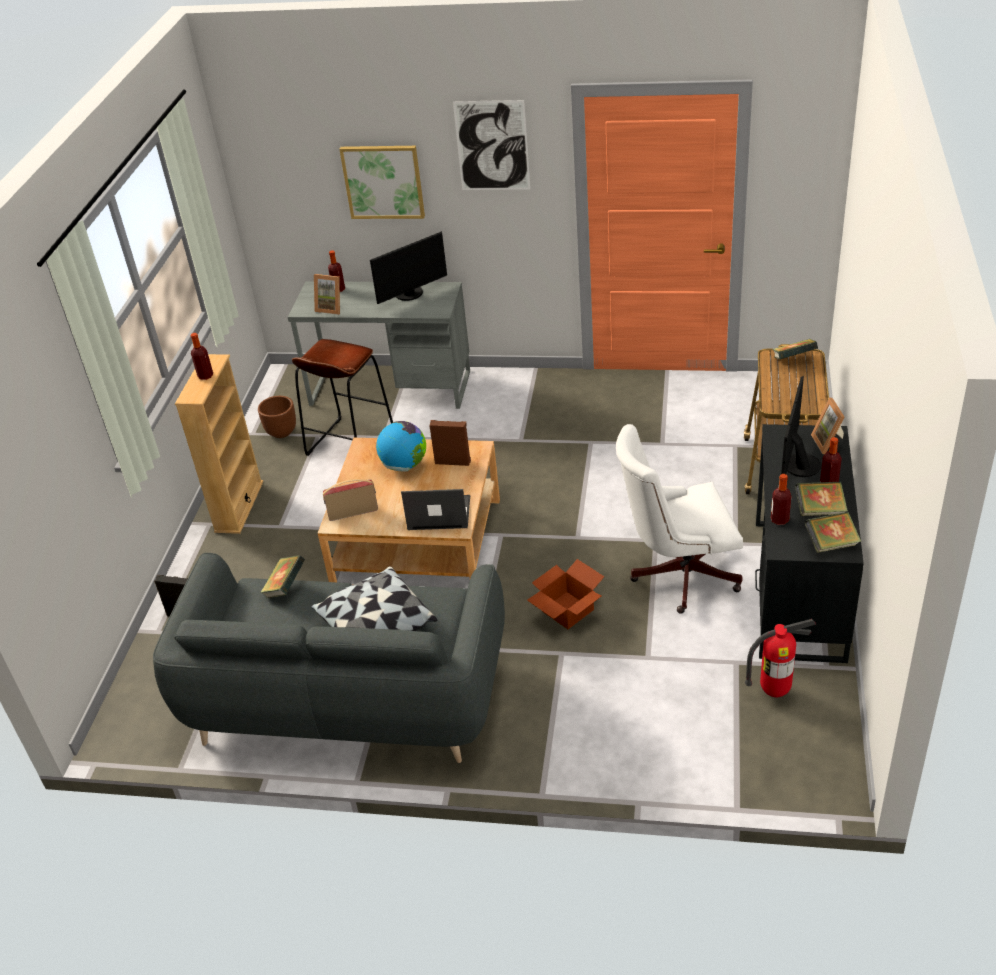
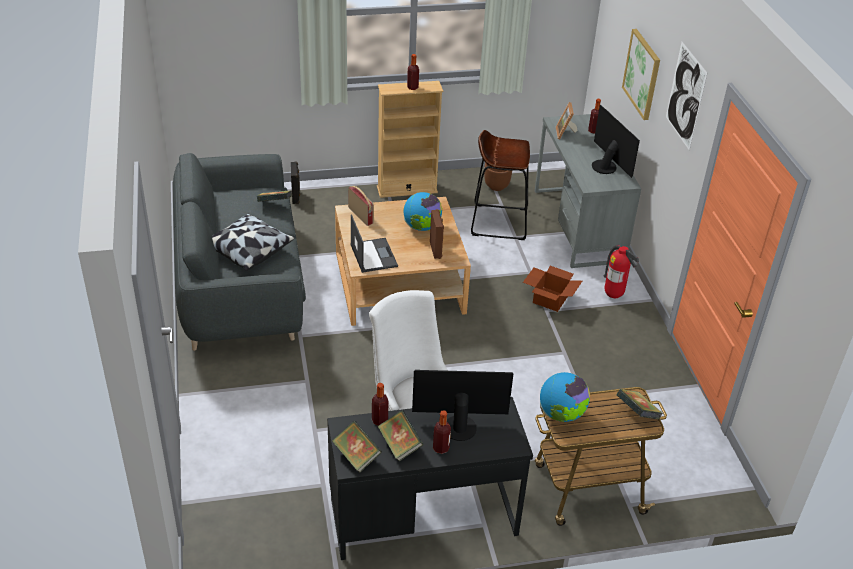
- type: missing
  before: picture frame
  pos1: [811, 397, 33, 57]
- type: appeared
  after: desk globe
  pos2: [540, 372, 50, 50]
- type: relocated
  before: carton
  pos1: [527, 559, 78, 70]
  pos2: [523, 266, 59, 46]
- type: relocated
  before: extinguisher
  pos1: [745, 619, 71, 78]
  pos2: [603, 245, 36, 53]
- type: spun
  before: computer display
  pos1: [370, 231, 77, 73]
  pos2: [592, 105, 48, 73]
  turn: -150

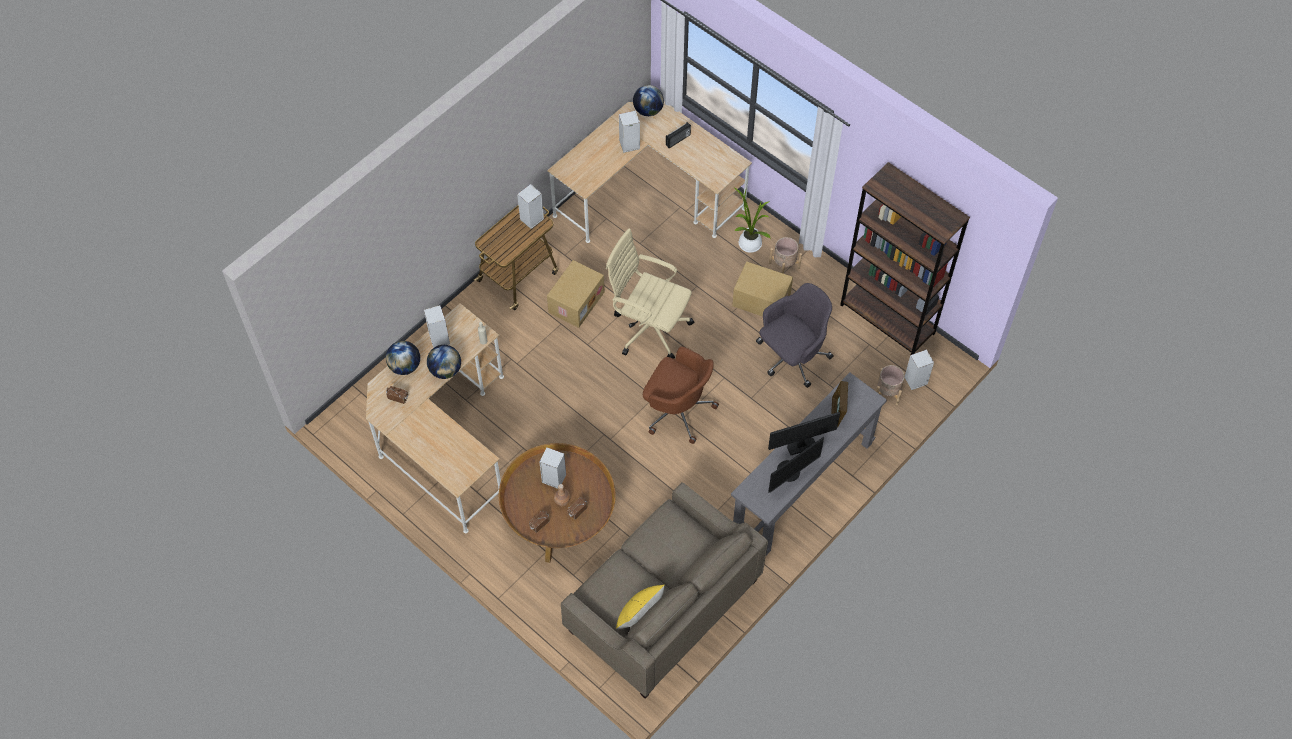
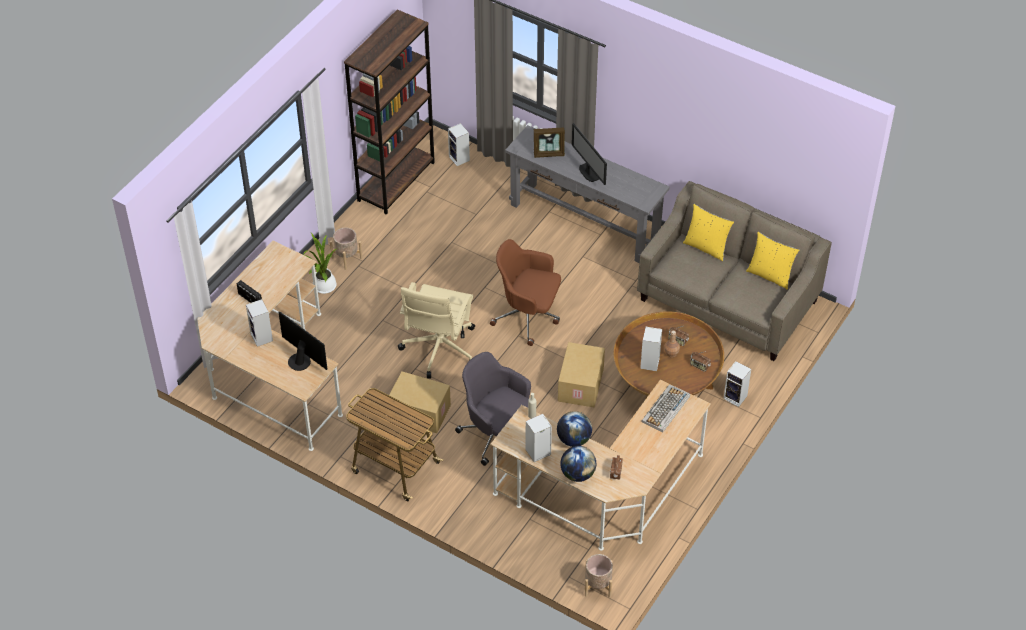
- type: missing
  before: desk globe
  pos1: [633, 85, 31, 31]
- type: appeared
  after: PC keyboard
  pos2: [641, 384, 49, 49]
- type: appeared
  after: pillow/yellowish
  pos2: [683, 204, 51, 57]
- type: relocated
  before: loudspeaker
  pos1: [517, 184, 27, 45]
  pos2: [723, 361, 28, 46]
- type: relocated
  before: carton
  pos1: [732, 261, 61, 56]
  pos2: [558, 342, 47, 65]
- type: relocated
  before: computer chair/grey
  pos1: [756, 283, 78, 105]
  pos2: [455, 352, 76, 114]
- type: relocated
  before: computer display
  pos1: [768, 436, 56, 57]
  pos2: [279, 312, 48, 59]
- type: relocated
  before: plant pot/beige
  pos1: [876, 365, 29, 40]
  pos2: [585, 554, 28, 44]
- type: spun
  before: computer chair/brown-coloured
  pos1: [643, 346, 76, 98]
  pos2: [490, 239, 71, 107]
  turn: -90

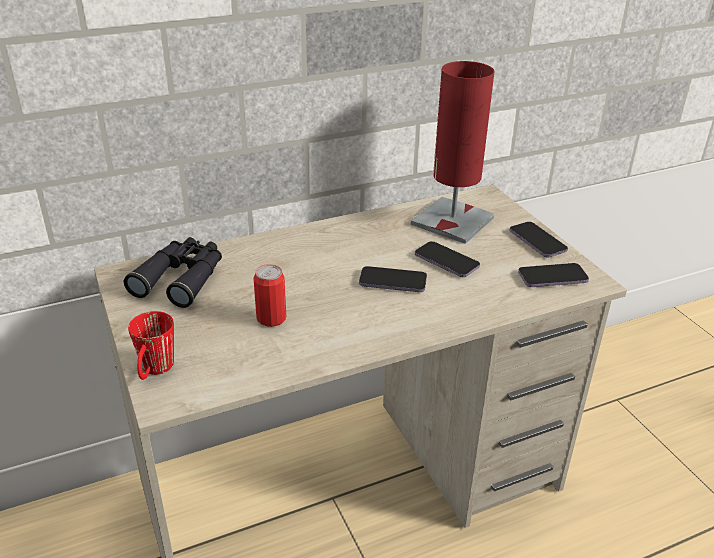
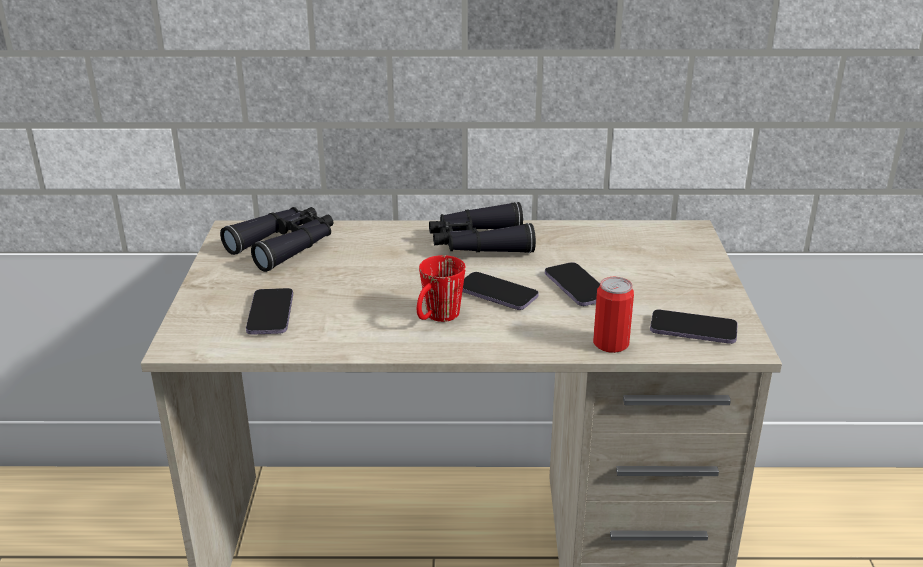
- type: missing
  before: table lamp/red-coloured
  pos1: [411, 61, 84, 183]
- type: appeared
  after: pair of binoculars/blackish
  pos2: [429, 202, 107, 51]
- type: relocated
  before: mug/red-coloured
  pos1: [128, 311, 46, 69]
  pos2: [417, 255, 49, 67]
- type: relocated
  before: metal can
  pos1: [253, 264, 33, 63]
  pos2: [593, 277, 41, 76]
- type: relocated
  before: telephone
  pos1: [510, 222, 58, 35]
  pos2: [246, 288, 47, 47]

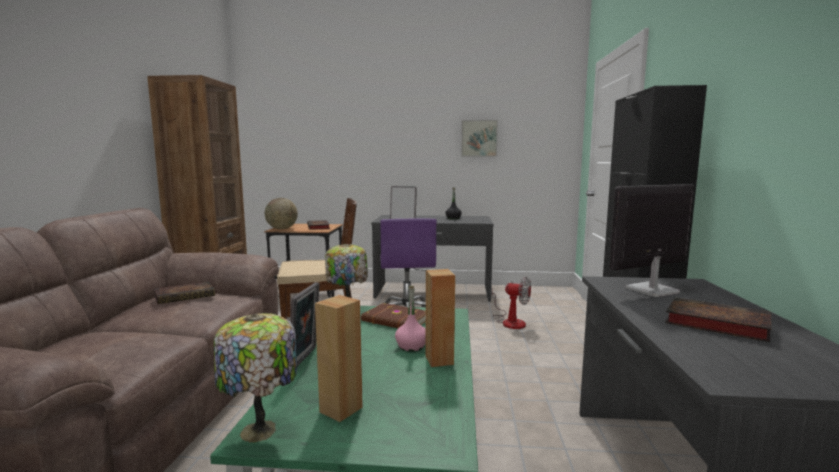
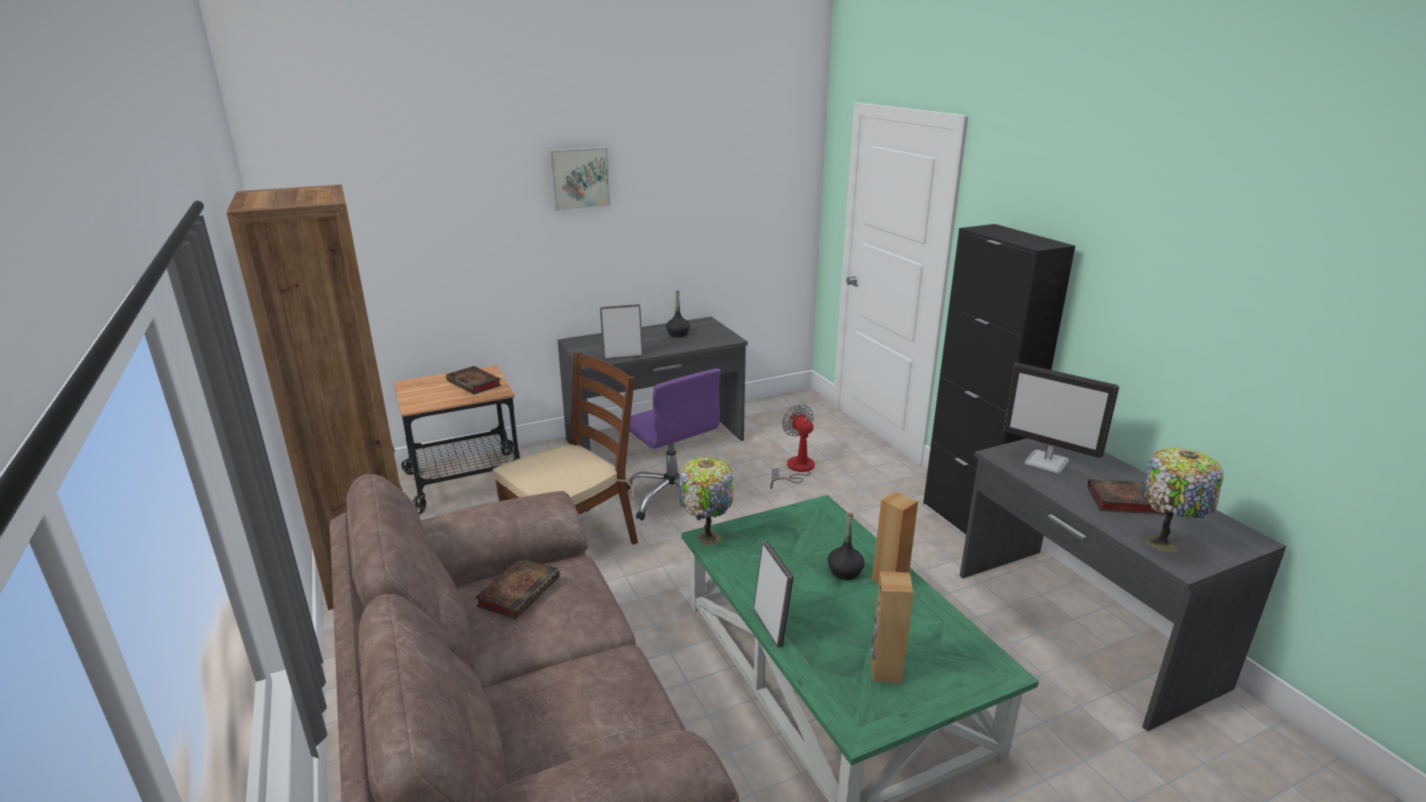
- type: missing
  before: desk globe
  pos1: [265, 198, 33, 31]
- type: missing
  before: bound book/brown-coloured
  pos1: [361, 303, 65, 25]
- type: relocated
  before: table lamp
  pos1: [214, 313, 83, 130]
  pos2: [1142, 447, 82, 105]
- type: relocated
  before: picture
  pos1: [461, 120, 37, 36]
  pos2: [549, 147, 62, 64]
- type: colour
  before: bottle/pink
  after: bottle/blackish
  pos1: [395, 286, 31, 66]
  pos2: [828, 512, 37, 68]
- type: spun
  before: cooling fan
  pos1: [491, 277, 40, 52]
  pos2: [770, 404, 45, 85]
  turn: -105
- type: spun
  before: computer display
  pos1: [609, 184, 85, 113]
  pos2: [1003, 363, 116, 111]
  turn: -90

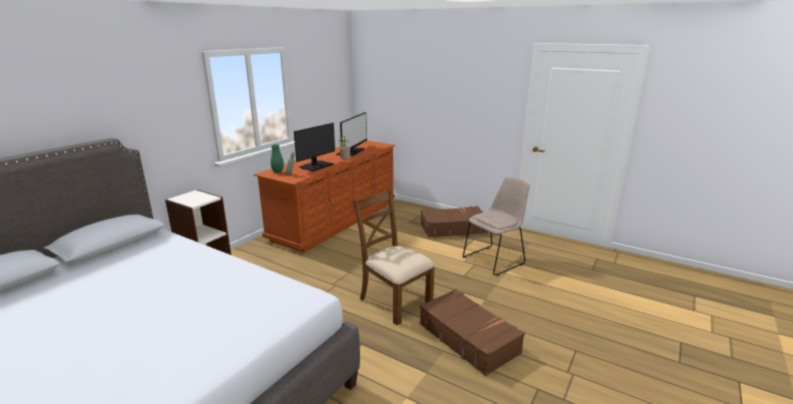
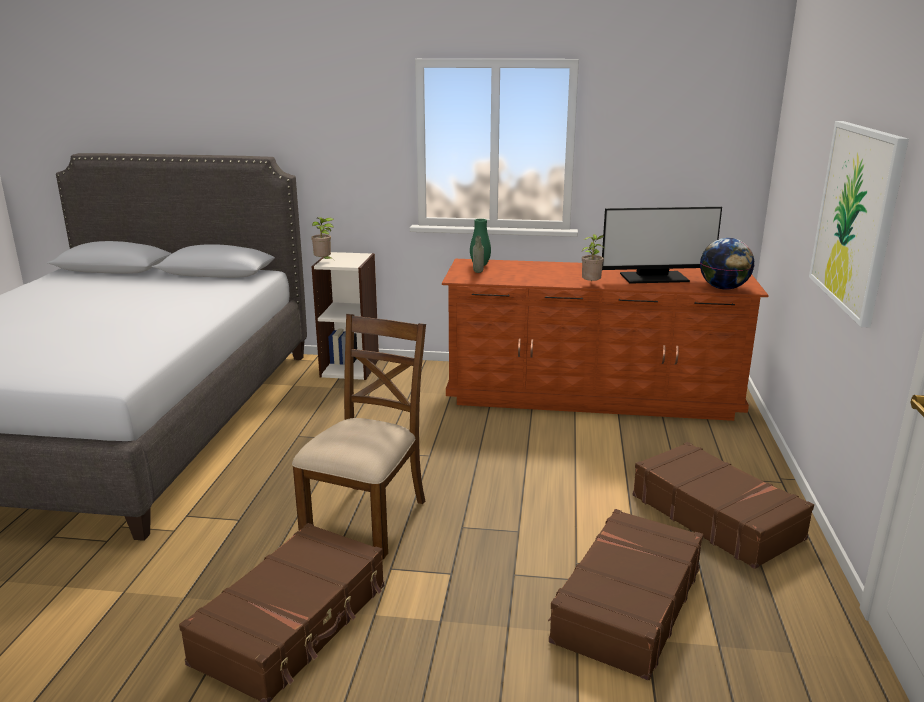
- type: missing
  before: computer display
  pos1: [294, 123, 41, 48]
- type: appeared
  after: houseplant
  pos2: [311, 217, 23, 42]
- type: appeared
  after: desk globe
  pos2: [700, 238, 54, 52]
- type: appeared
  after: picture
  pos2: [809, 121, 100, 206]
- type: exchanged
  before: plain chair/beige
  after: travel case/brown-coloured
  pos1: [463, 177, 67, 99]
  pos2: [548, 509, 155, 171]

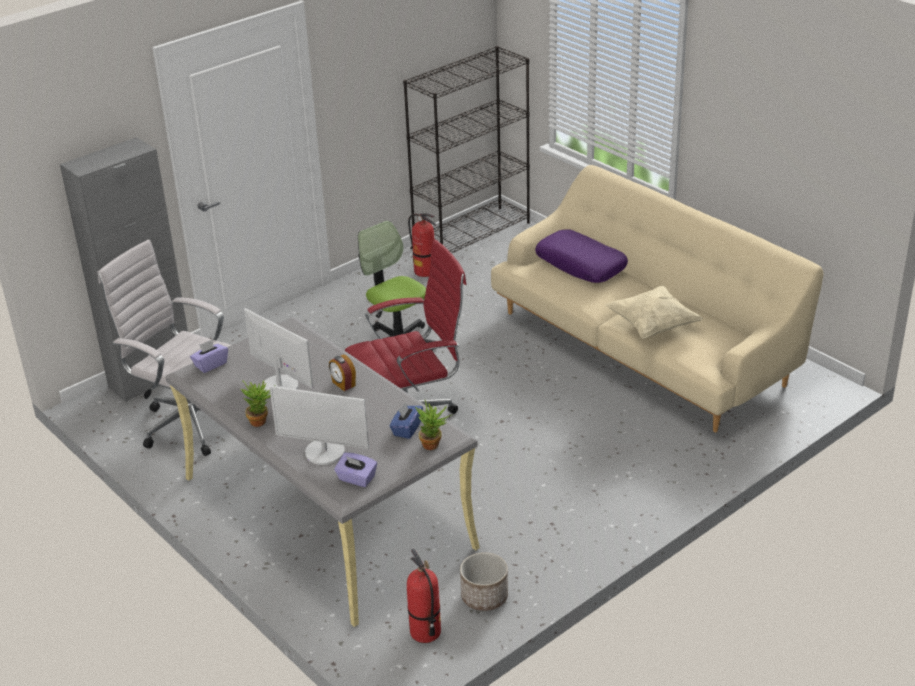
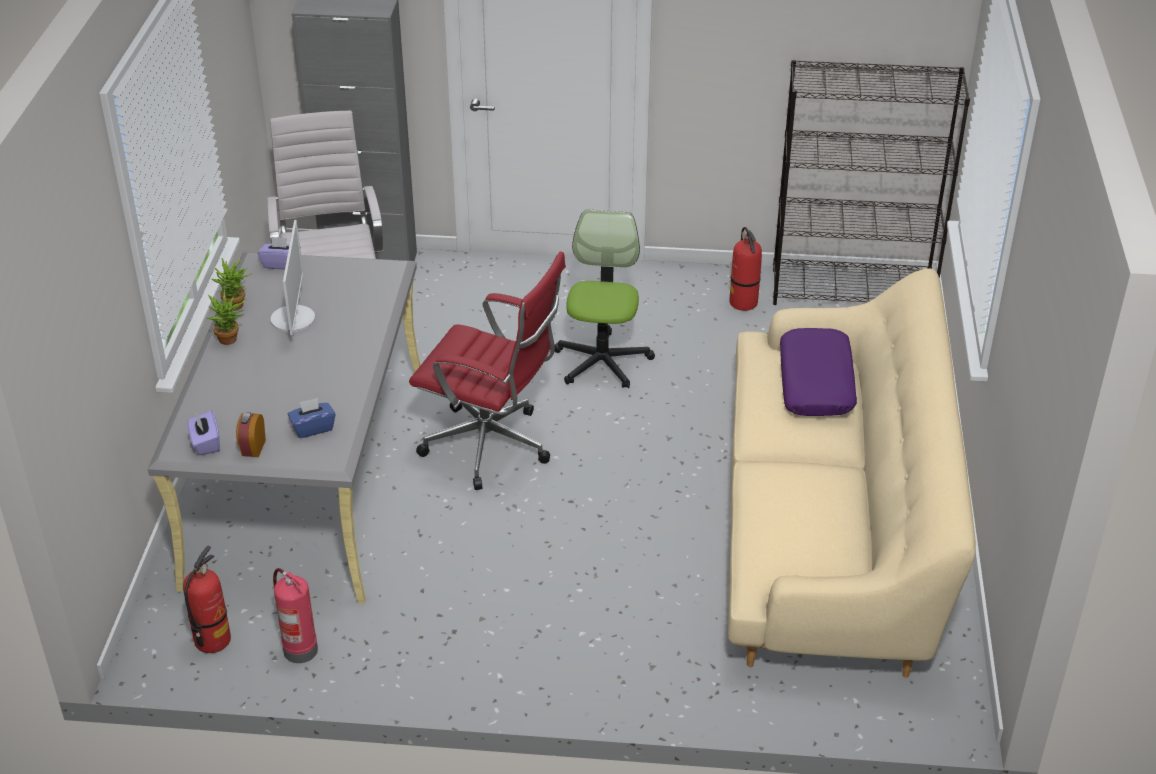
- type: missing
  before: computer display
  pos1: [269, 386, 100, 79]
- type: missing
  before: pillow/beige
  pos1: [605, 286, 99, 53]
- type: relocated
  before: bedside clock
  pos1: [329, 355, 27, 36]
  pos2: [236, 412, 30, 45]
- type: relocated
  before: houseplant
  pos1: [415, 400, 36, 50]
  pos2: [212, 257, 39, 54]
- type: exchanged
  before: plant pot
  after: extinguisher
  pos1: [460, 552, 48, 59]
  pos2: [273, 568, 45, 95]

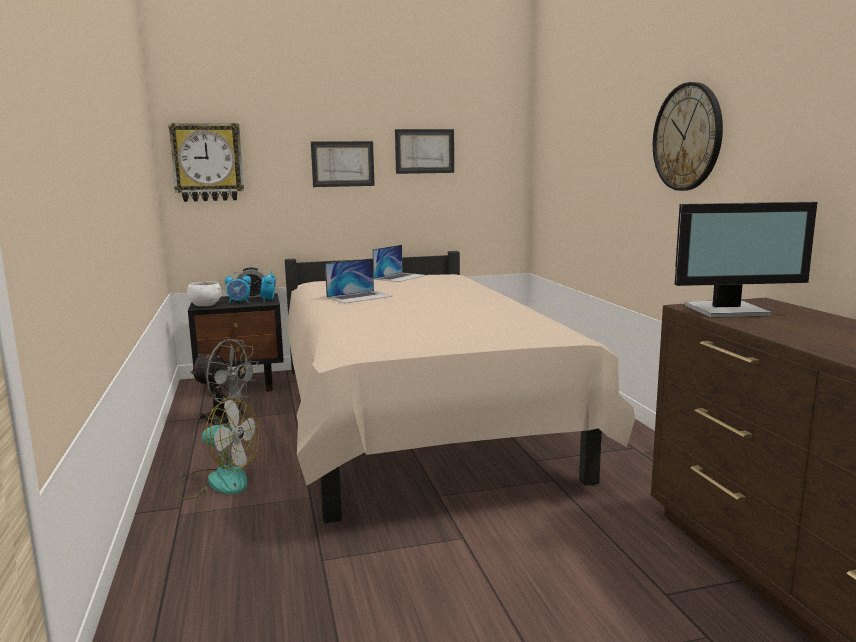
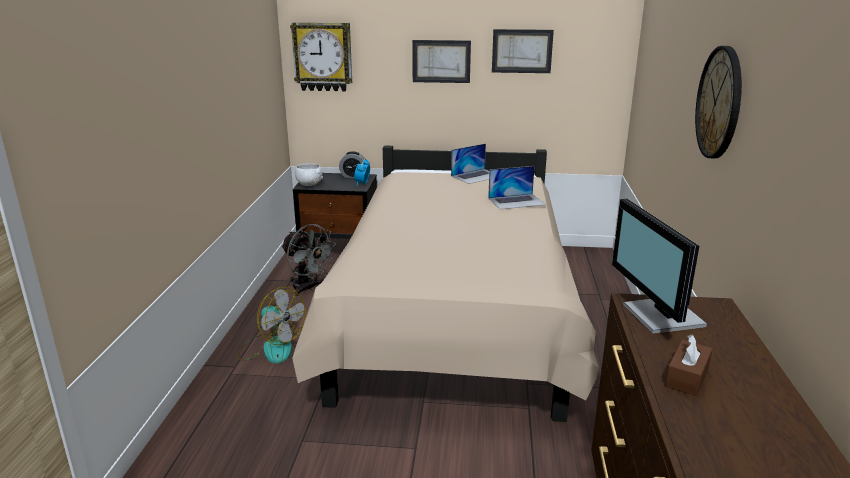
- type: missing
  before: bedside clock
  pos1: [225, 272, 26, 31]
- type: appeared
  after: tissue box/brown-coloured
  pos2: [665, 334, 47, 62]
- type: relocated
  before: laptop
  pos1: [325, 258, 68, 45]
  pos2: [488, 166, 58, 43]
- type: spun
  before: computer display
  pos1: [675, 202, 142, 116]
  pos2: [612, 199, 95, 135]
  turn: 60

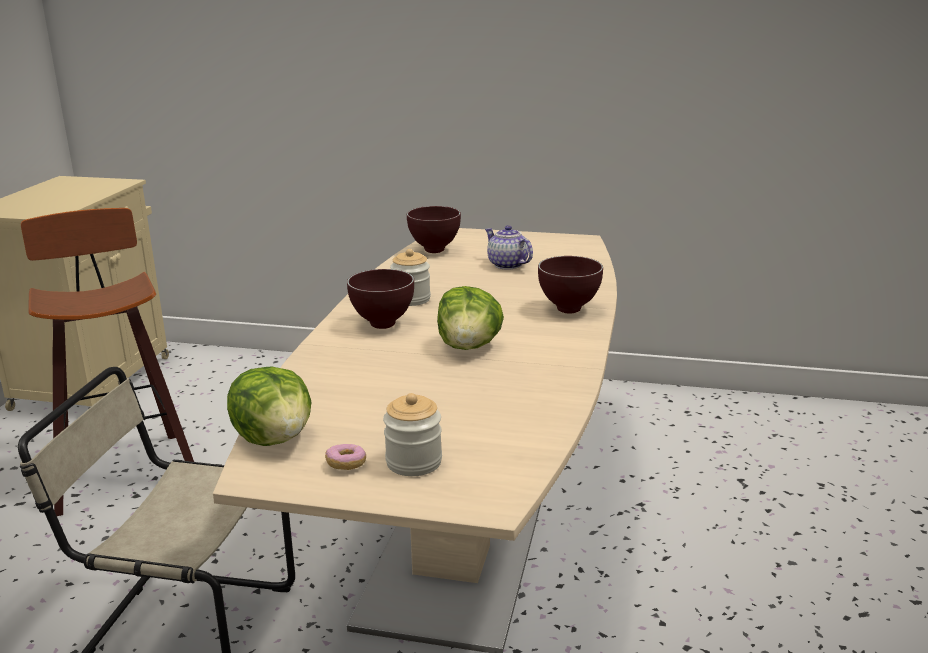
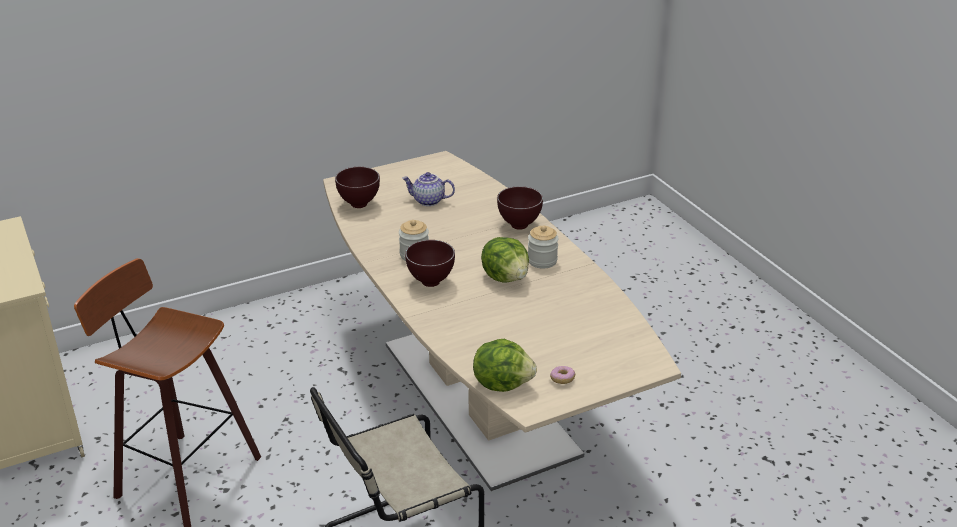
- type: relocated
  before: preserve jar
  pos1: [383, 393, 59, 83]
  pos2: [528, 226, 31, 42]

